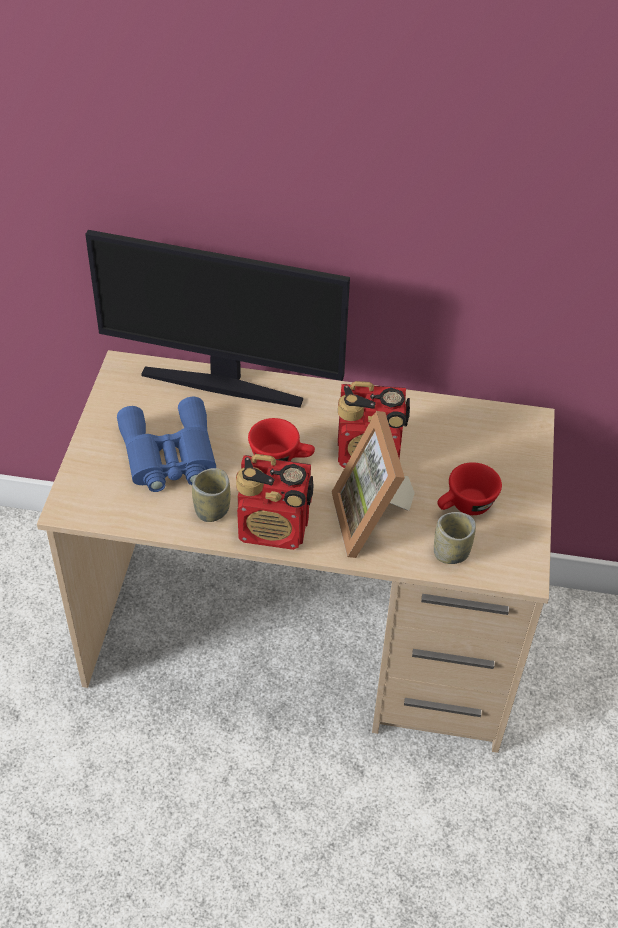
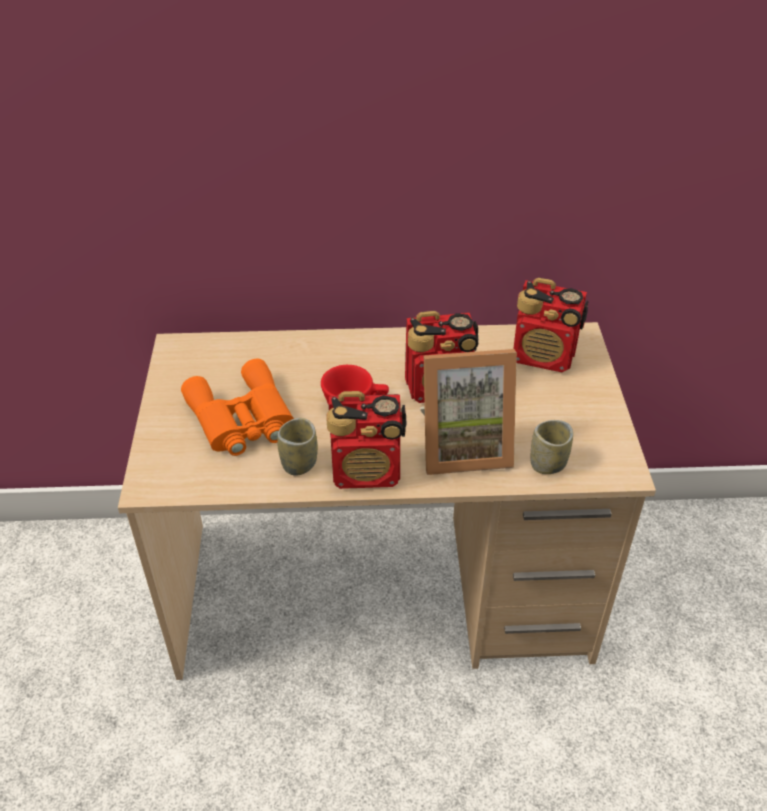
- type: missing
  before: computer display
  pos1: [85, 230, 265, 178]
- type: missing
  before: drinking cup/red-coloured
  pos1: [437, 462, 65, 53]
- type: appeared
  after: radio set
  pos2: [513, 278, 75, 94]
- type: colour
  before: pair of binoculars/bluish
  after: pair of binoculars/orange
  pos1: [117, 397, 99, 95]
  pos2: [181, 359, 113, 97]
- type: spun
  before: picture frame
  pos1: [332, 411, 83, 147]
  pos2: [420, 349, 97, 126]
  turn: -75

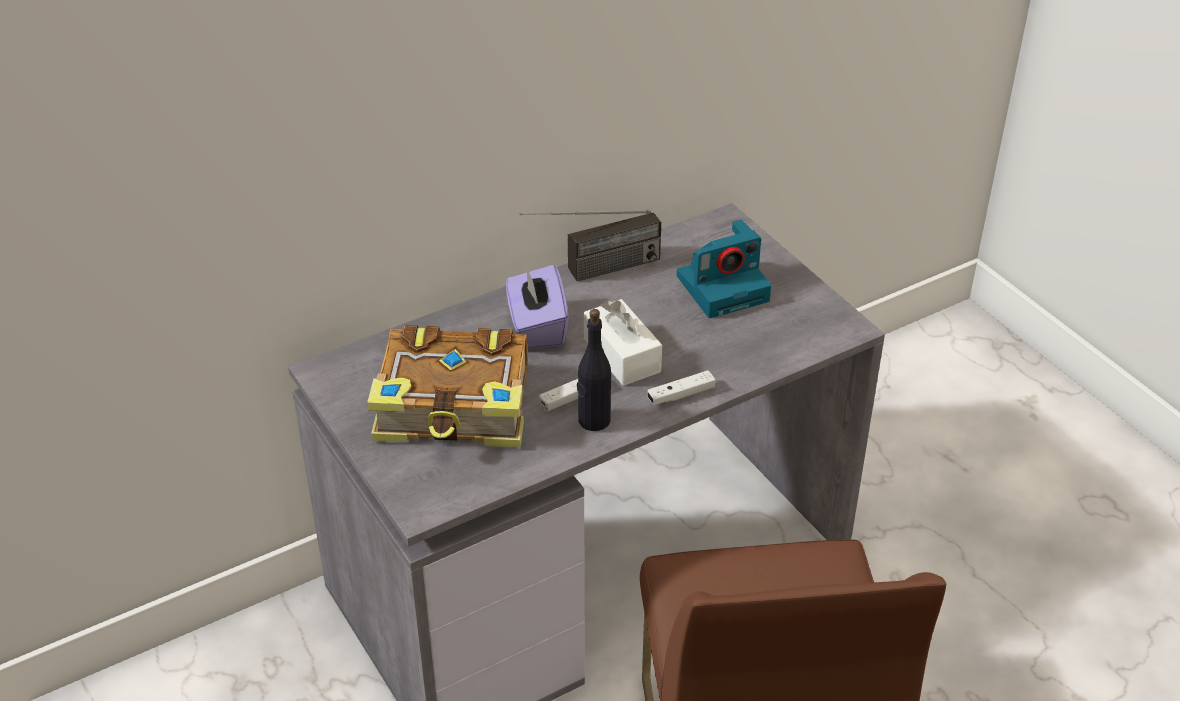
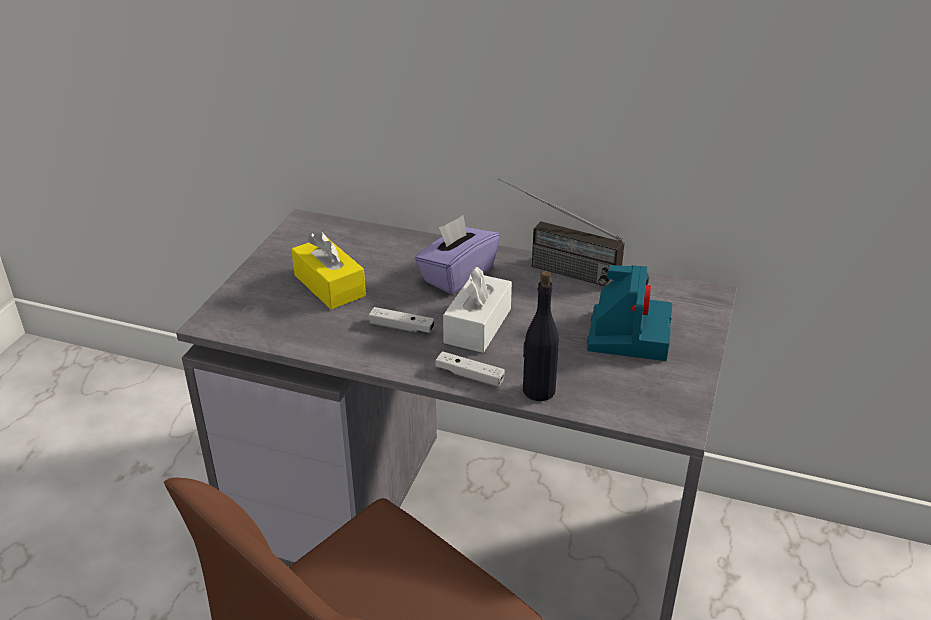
- type: relocated
  before: bottle/blackish
  pos1: [577, 309, 34, 122]
  pos2: [523, 271, 36, 130]
- type: exchanged
  before: bound book
  after: tissue box/yellowish
  pos1: [367, 325, 161, 123]
  pos2: [291, 231, 75, 79]
- type: spun
  before: still camera
  pos1: [677, 220, 94, 98]
  pos2: [587, 265, 85, 96]
  turn: -105

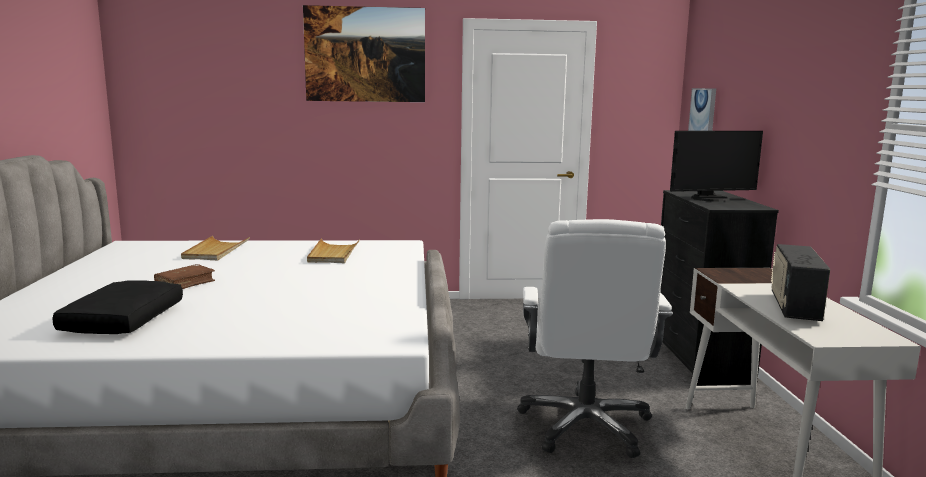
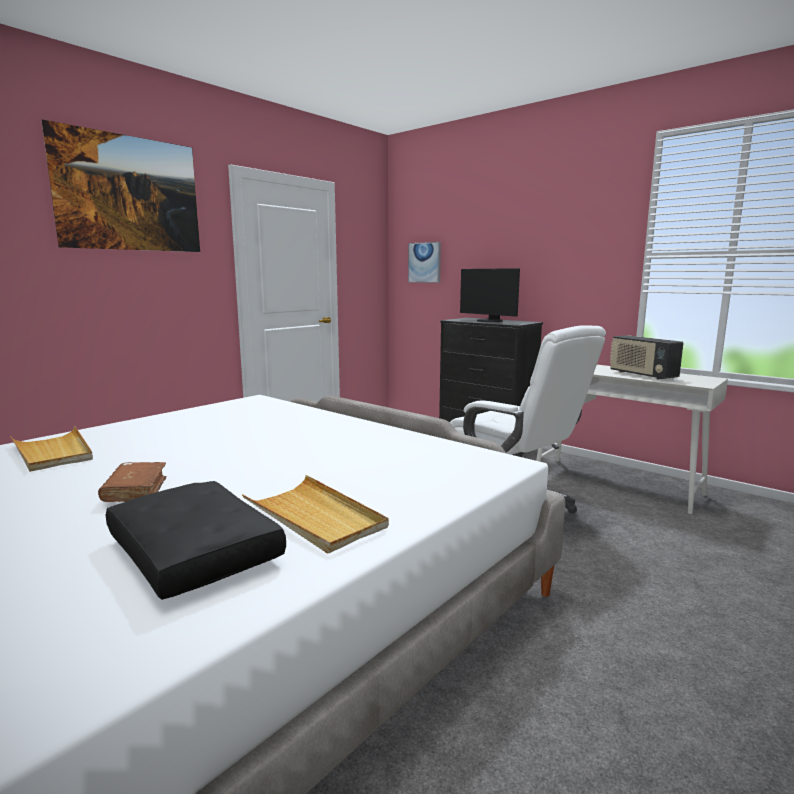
- type: relocated
  before: carrying tray/beige
  pos1: [307, 238, 53, 25]
  pos2: [242, 475, 147, 79]
- type: spun
  before: computer display
  pos1: [670, 131, 93, 71]
  pos2: [460, 268, 60, 54]
  turn: 105

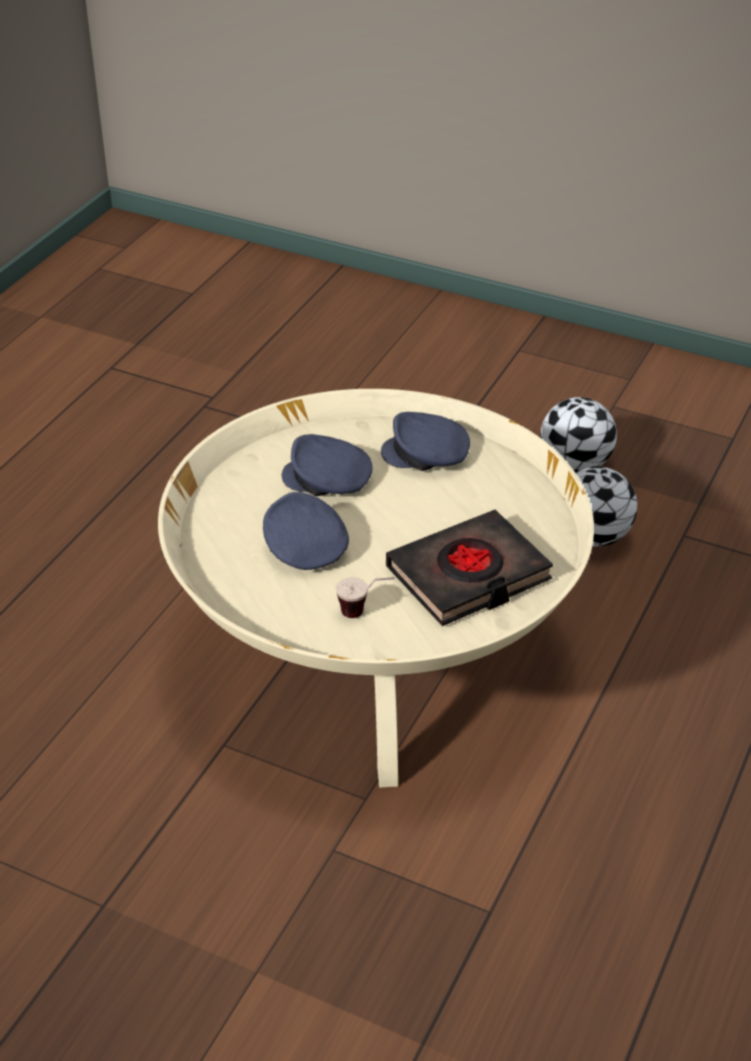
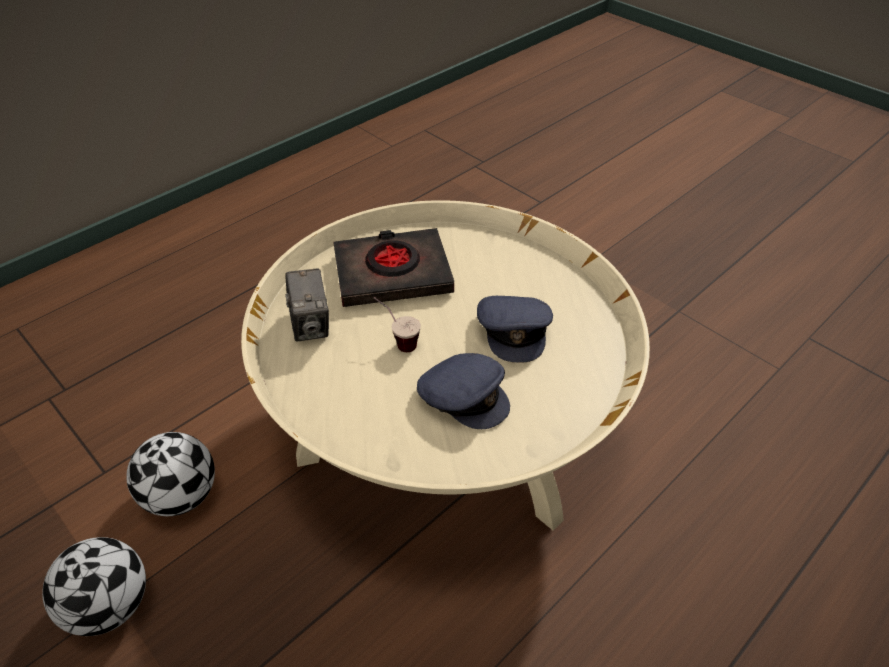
- type: missing
  before: baseball cap/grey
  pos1: [381, 412, 89, 59]
- type: appeared
  after: still camera
  pos2: [285, 268, 44, 74]
- type: relocated
  before: drinking cup
  pos1: [336, 577, 58, 41]
  pos2: [374, 297, 47, 55]

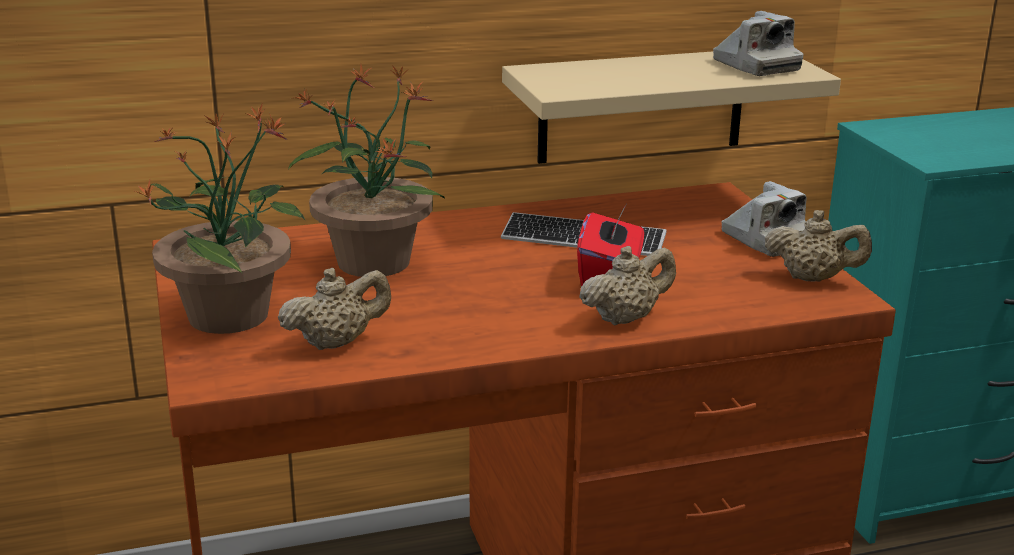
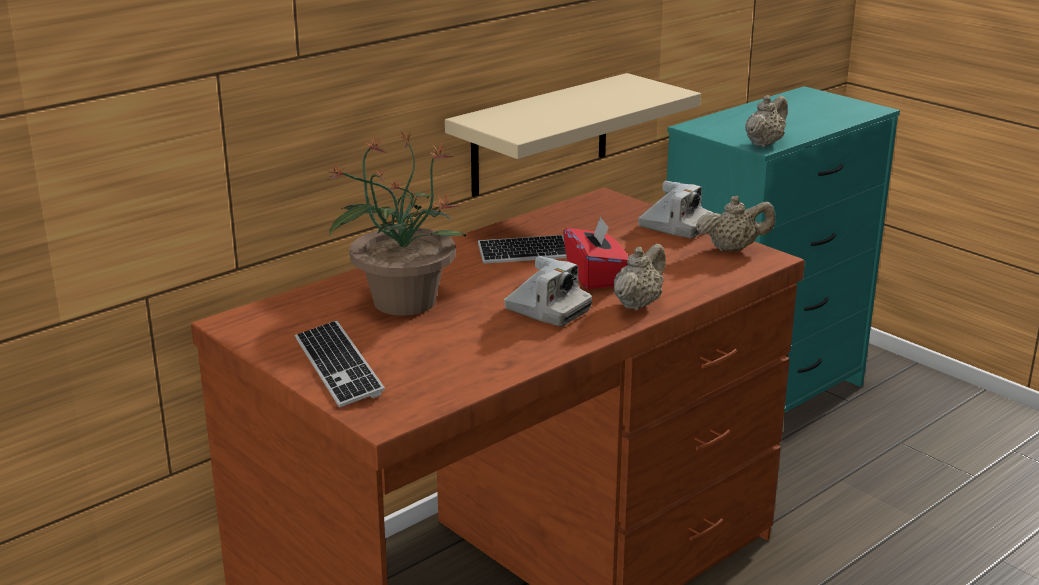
- type: relocated
  before: pot for tea/beige
  pos1: [278, 268, 113, 82]
  pos2: [745, 95, 43, 52]
- type: relocated
  before: still camera
  pos1: [713, 11, 91, 65]
  pos2: [504, 256, 88, 71]
- type: exchanged
  before: houseplant
  after: PC keyboard
  pos1: [135, 103, 171, 231]
  pos2: [295, 320, 90, 87]

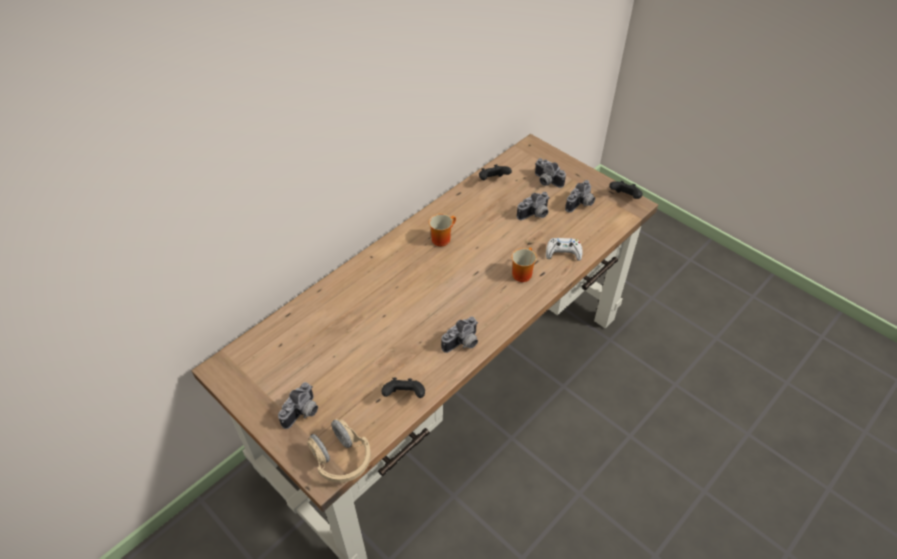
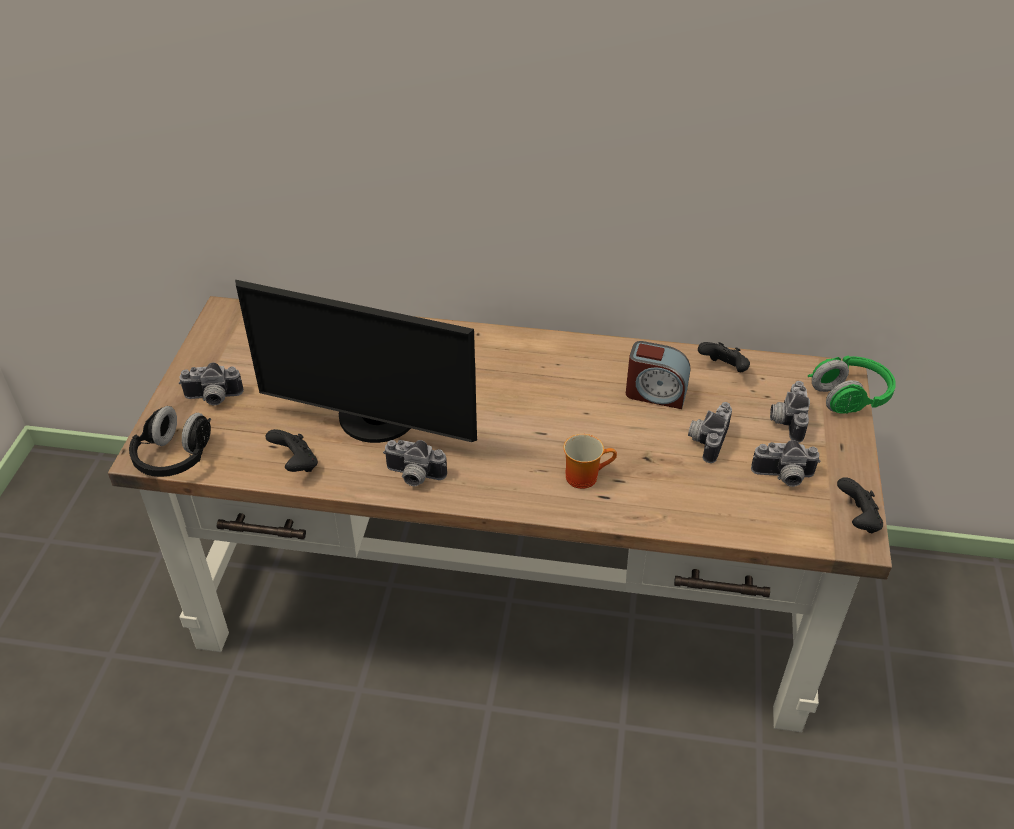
- type: missing
  before: mug
  pos1: [429, 214, 27, 32]
- type: missing
  before: joypad/white
  pos1: [546, 238, 37, 23]
- type: appeared
  after: computer display
  pos2: [235, 280, 242, 163]
- type: appeared
  after: bedside clock
  pos2: [626, 341, 64, 68]
- type: appeared
  after: headset/green
  pos2: [808, 356, 87, 58]
- type: colour
  before: headset/beige
  after: headset/blackish
  pos1: [307, 419, 64, 64]
  pos2: [129, 406, 82, 71]
- type: spun
  before: still camera
  pos1: [517, 192, 33, 28]
  pos2: [688, 402, 44, 61]
  turn: 90

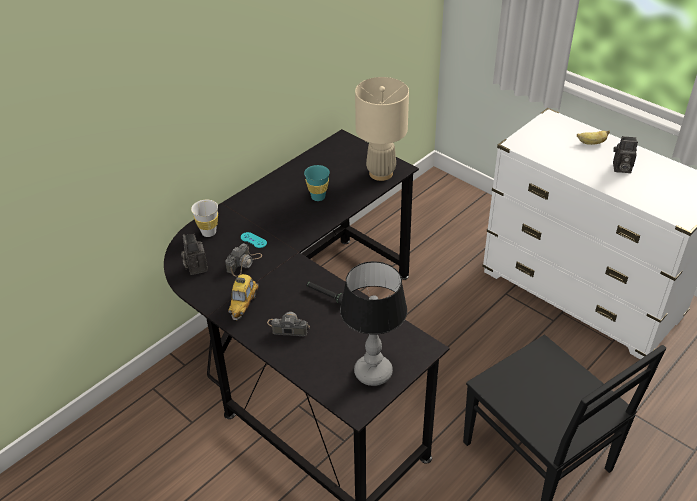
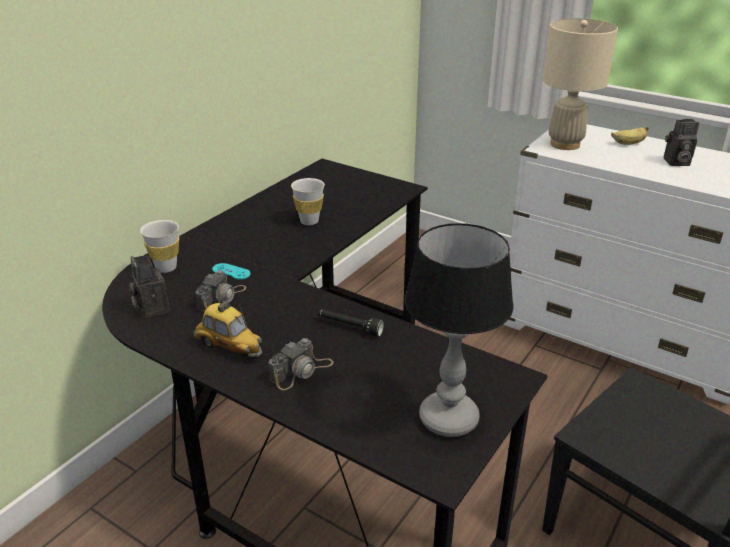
- type: relocated
  before: table lamp/beige
  pos1: [355, 77, 54, 104]
  pos2: [543, 18, 75, 132]
- type: colour
  before: drinking cup/turquoise-coloured
  after: drinking cup/white
  pos1: [304, 165, 26, 36]
  pos2: [291, 178, 34, 47]
- type: spun
  before: miniature car
  pos1: [228, 274, 31, 46]
  pos2: [193, 300, 69, 57]
  turn: -60
- type: spun
  before: still camera
  pos1: [267, 312, 43, 24]
  pos2: [268, 338, 66, 52]
  turn: 135

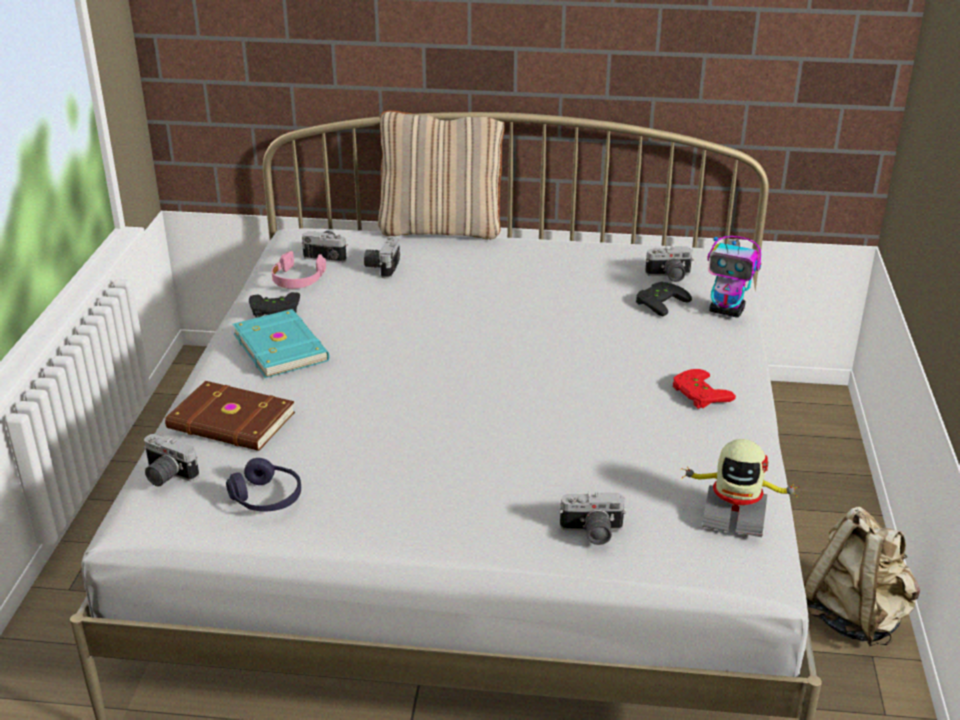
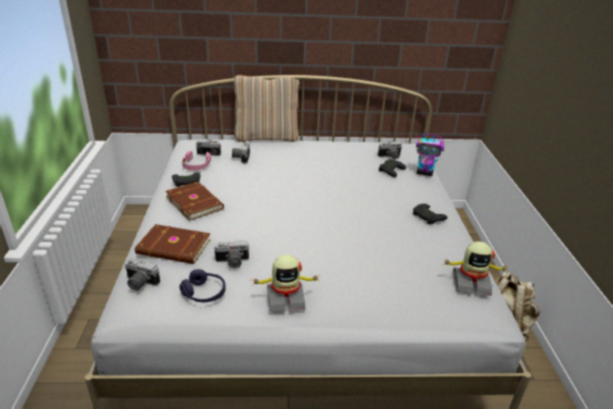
- type: appeared
  after: robot figure
  pos2: [250, 255, 70, 57]
- type: relocated
  before: still camera
  pos1: [559, 492, 67, 53]
  pos2: [214, 240, 36, 28]
- type: colour
  before: bound book/turquoise-coloured
  after: bound book/brown-coloured
  pos1: [233, 309, 97, 69]
  pos2: [166, 181, 58, 40]
- type: colour
  before: joypad/red-coloured
  after: joypad/blackish
  pos1: [673, 369, 63, 40]
  pos2: [413, 204, 35, 21]

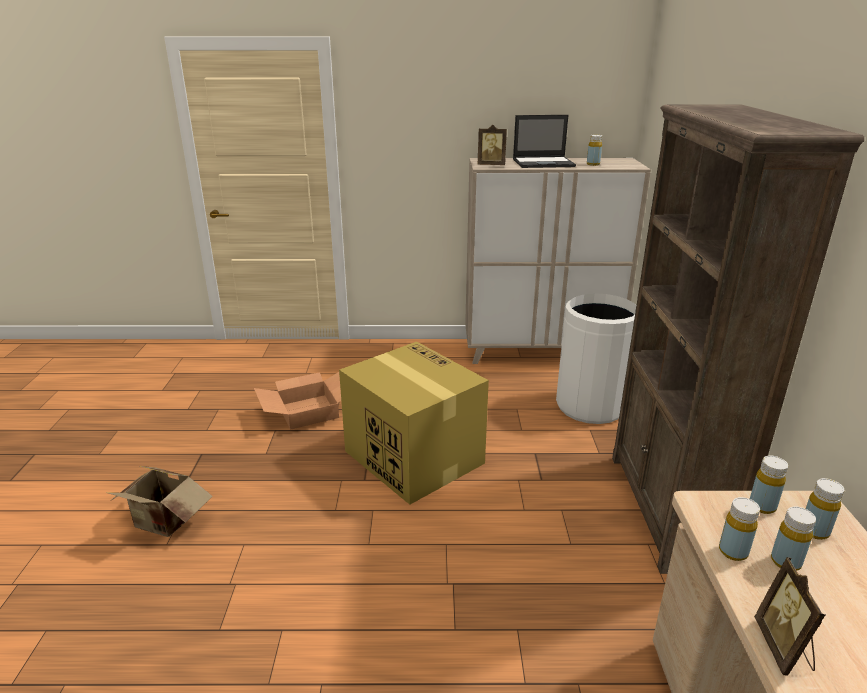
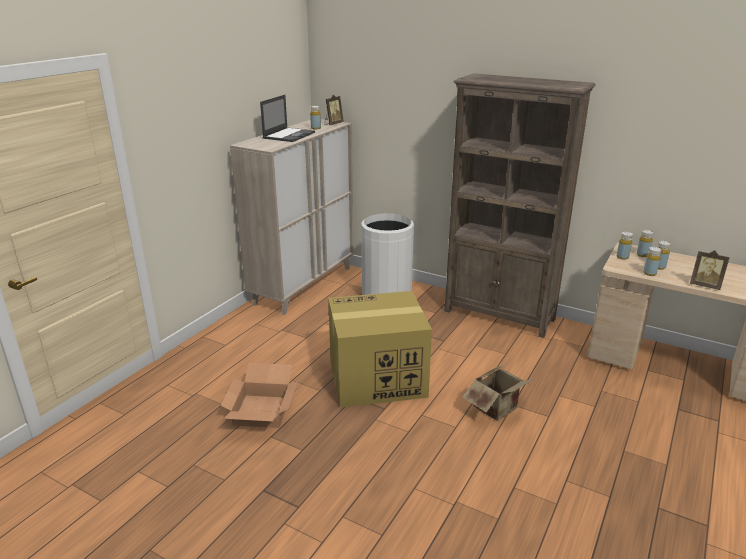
- type: relocated
  before: carton
  pos1: [109, 466, 103, 71]
  pos2: [463, 364, 70, 57]
- type: relocated
  before: picture frame
  pos1: [477, 125, 30, 40]
  pos2: [324, 95, 20, 30]

